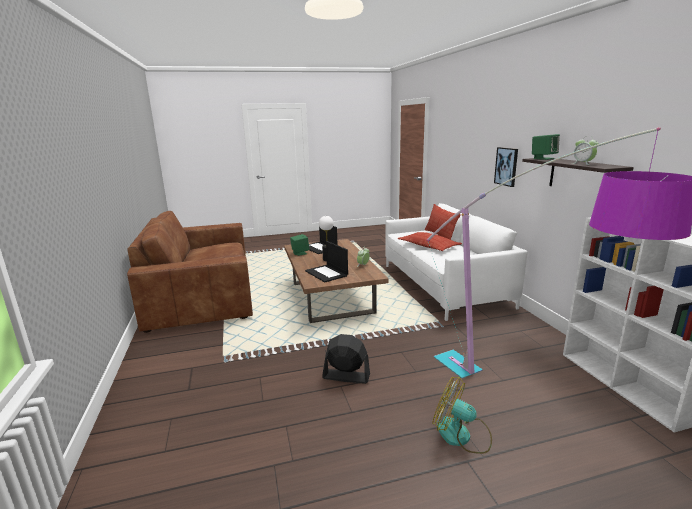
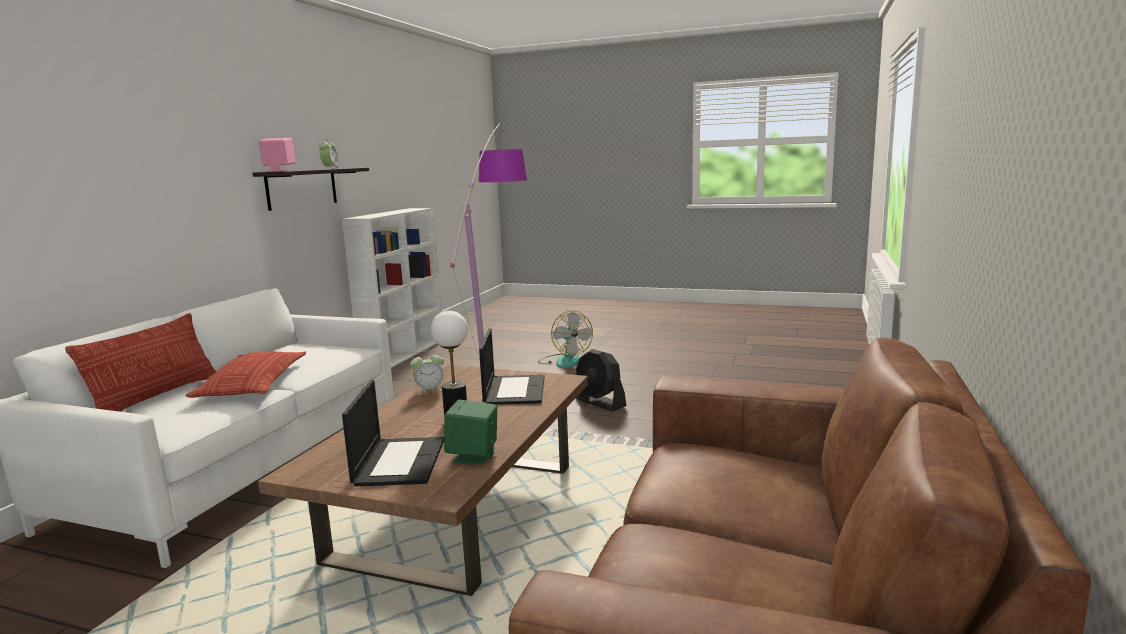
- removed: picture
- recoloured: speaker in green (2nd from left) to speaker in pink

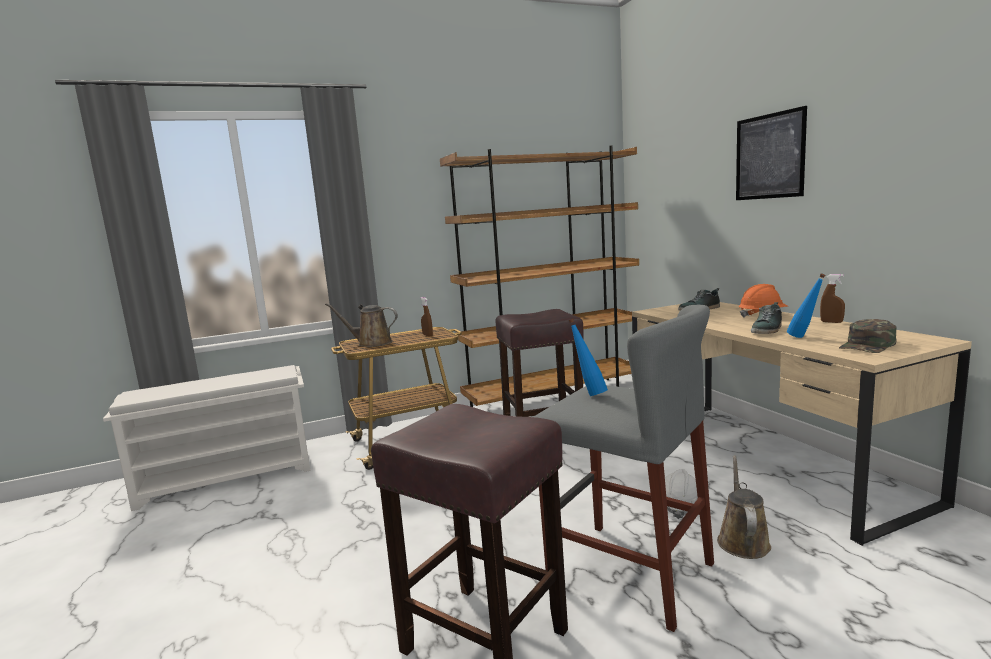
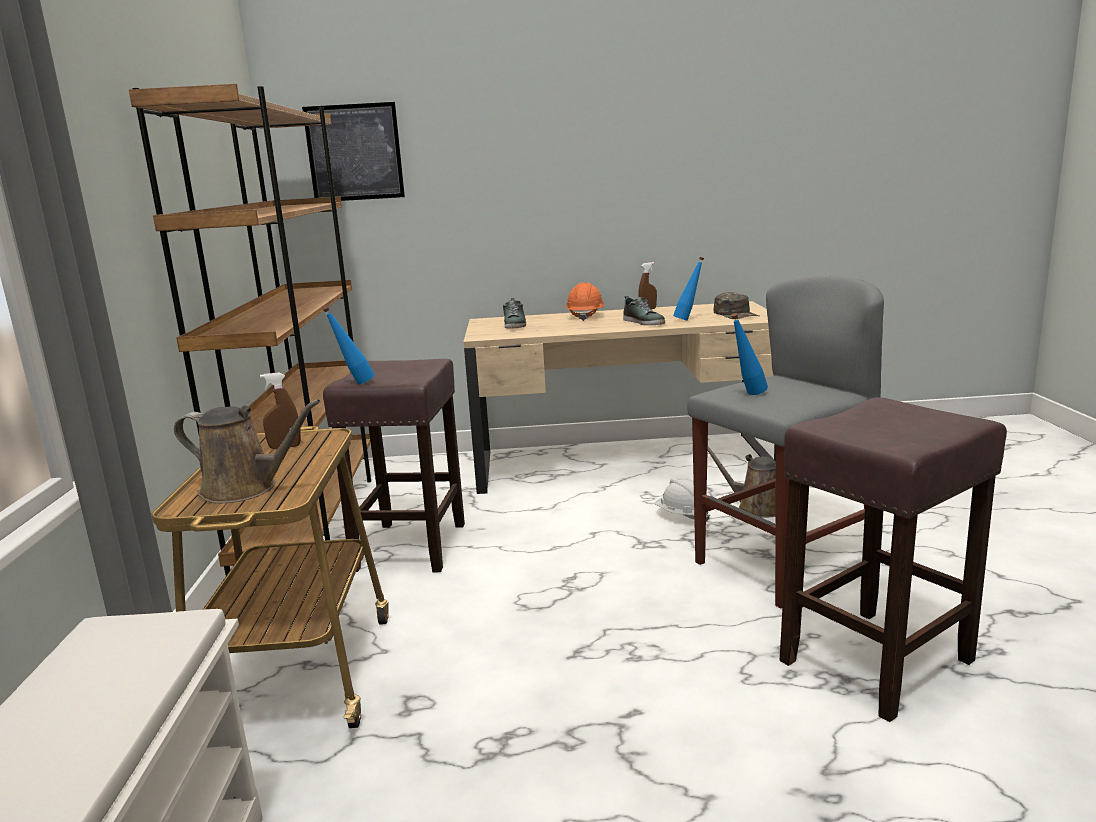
- added: bottle in blue (1st from left)
- moved: picture
- turned: watering can in brown (1st from left) 105 degrees counterclockwise

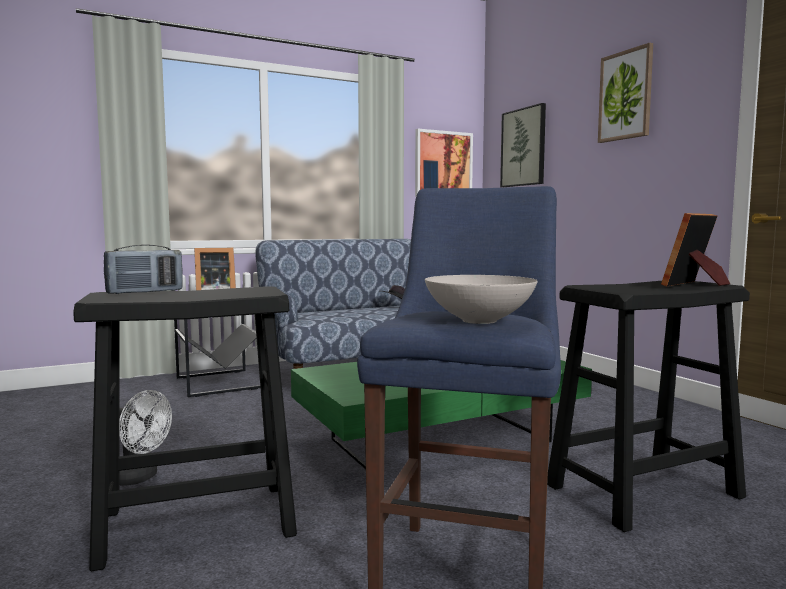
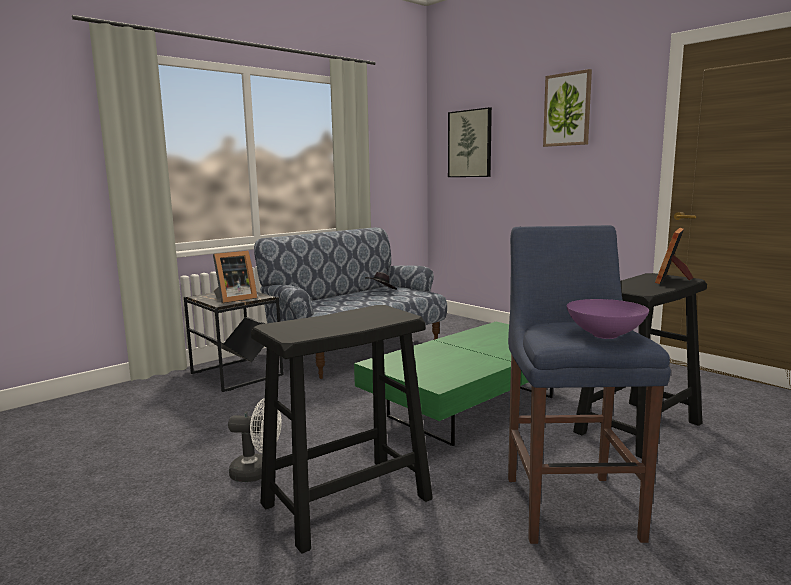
- removed: radio
- removed: picture (1st from left)
- recoloured: bowl in white to bowl in purple

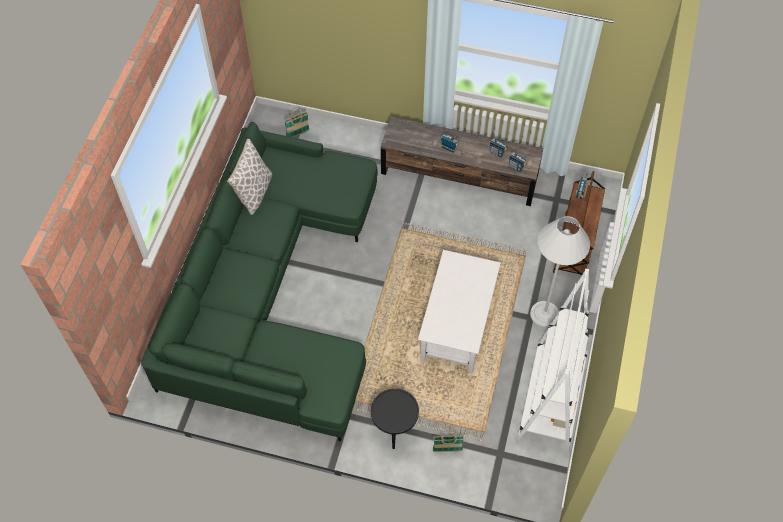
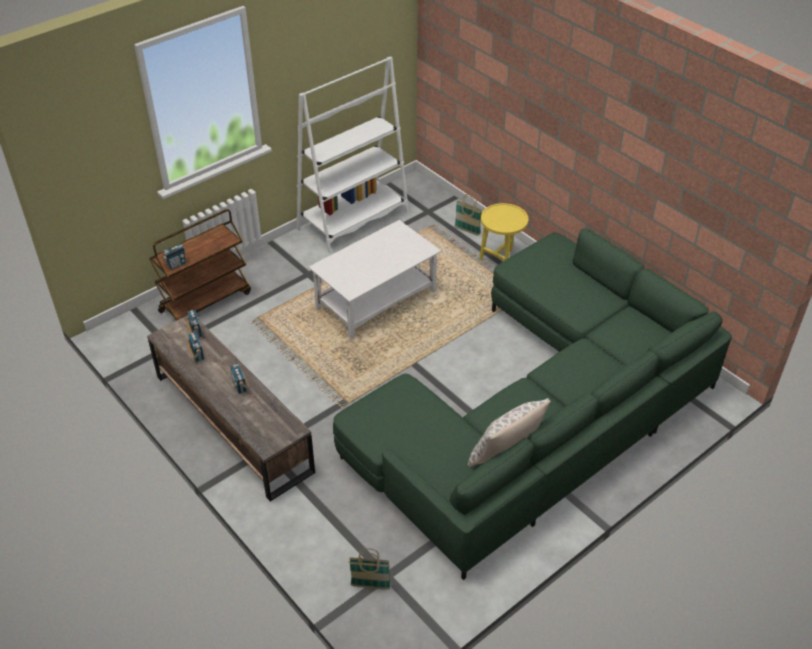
- removed: floor lamp in white
- recoloured: side table in black to side table in yellow

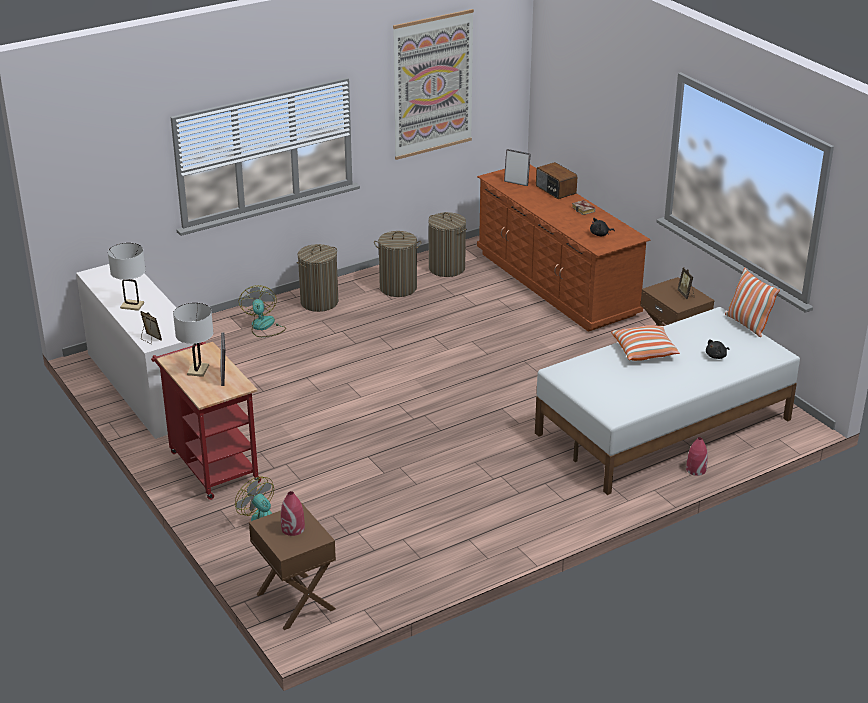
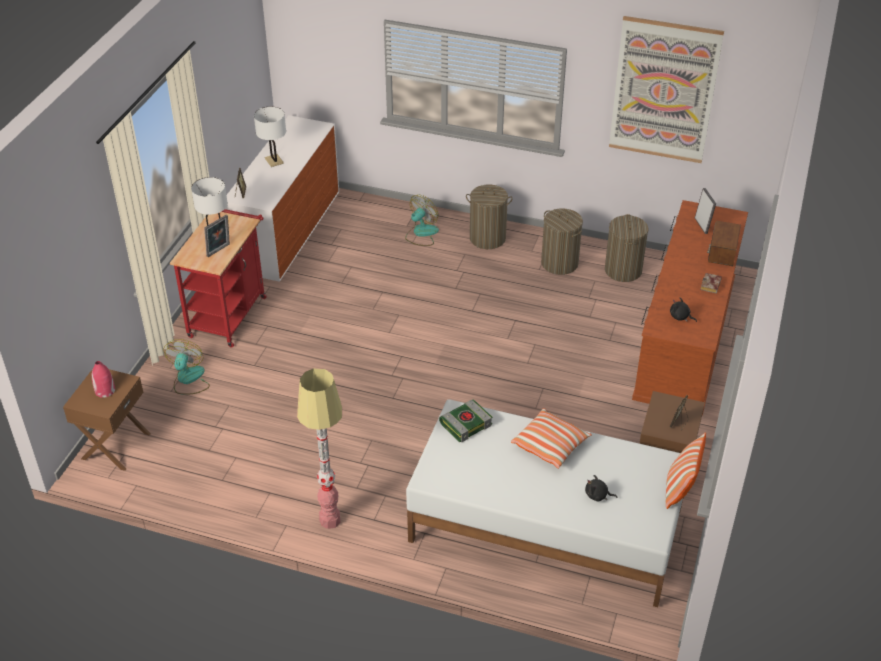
- removed: vase in red (2nd from left)
- added: floor lamp
- added: book (1st from left)

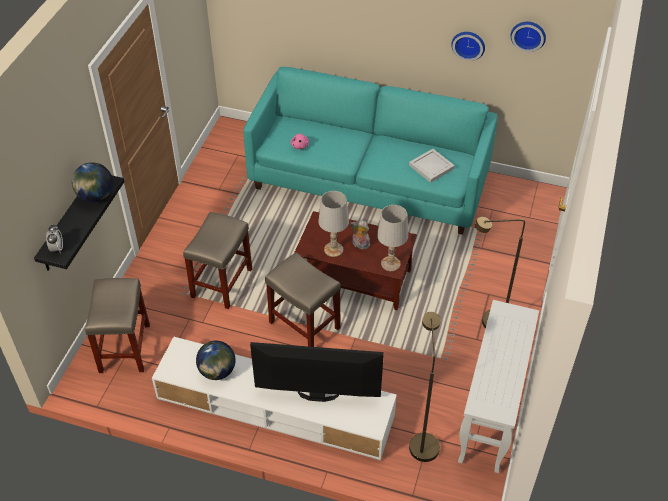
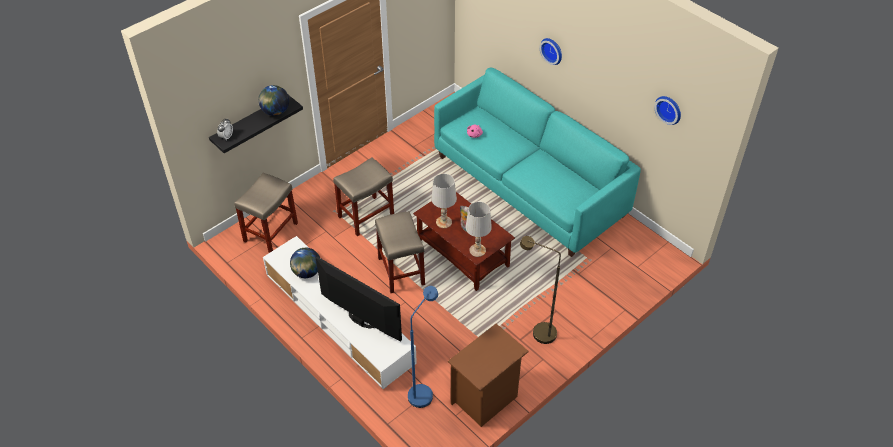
- removed: tray in white
- moved: wall clock (1st from left)
- replaced: console table in white to nightstand in brown
- recoloured: floor lamp in brown (1st from left) to floor lamp in blue

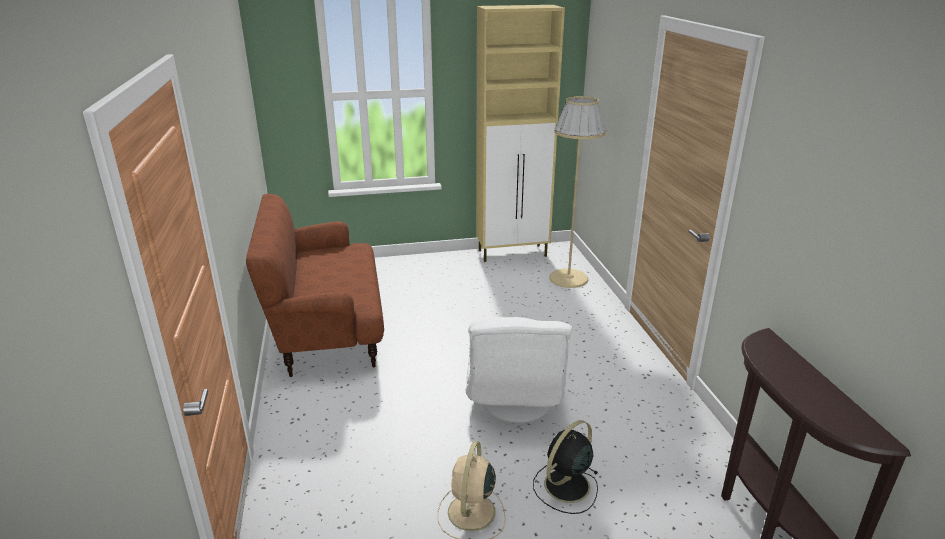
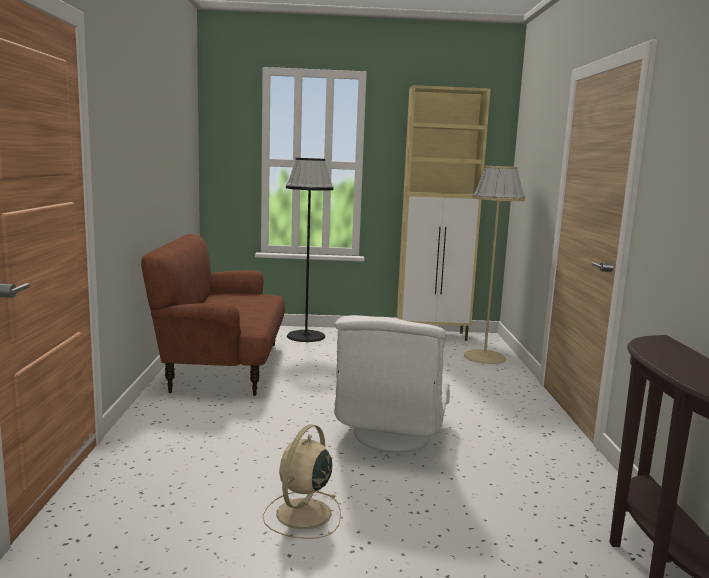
- removed: fan in black
- added: floor lamp in black

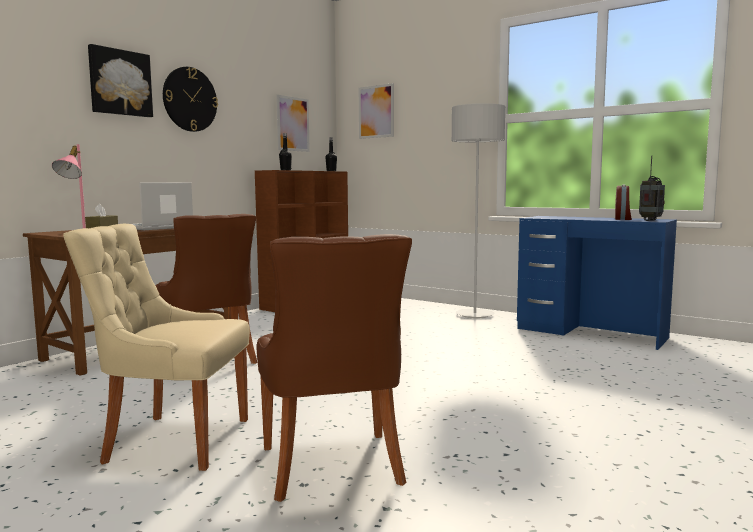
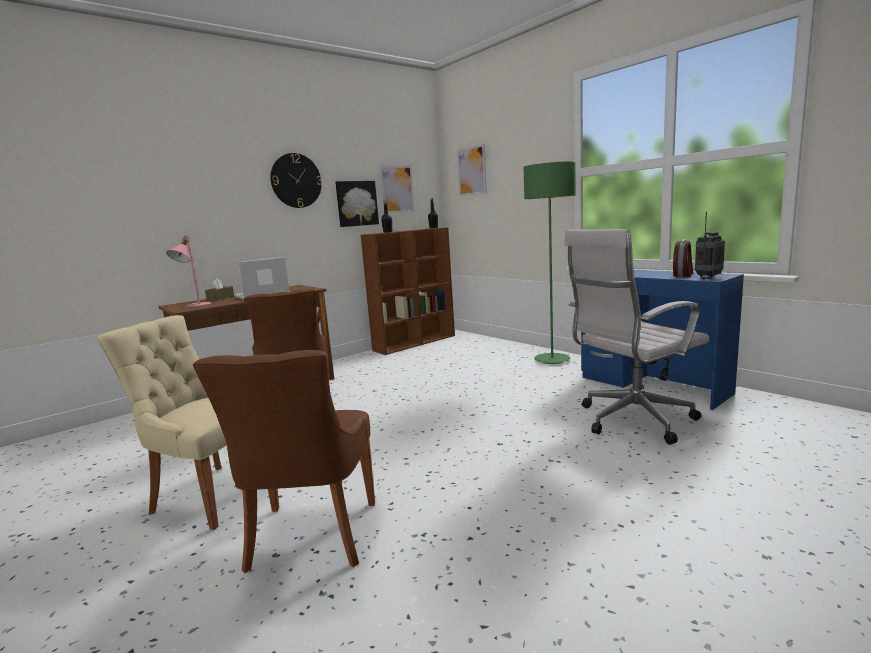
- added: office chair in white
- moved: picture (1st from left)
- recoloured: floor lamp in grey to floor lamp in green

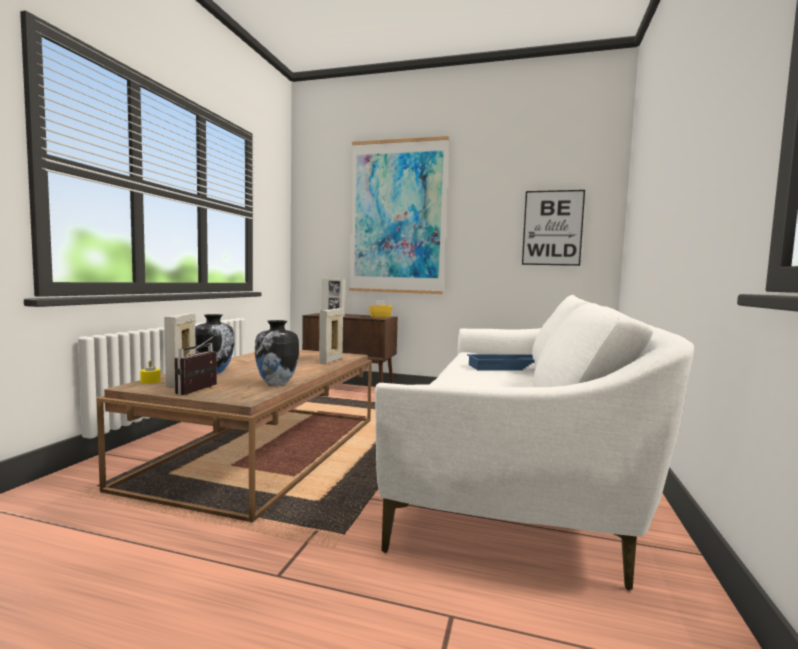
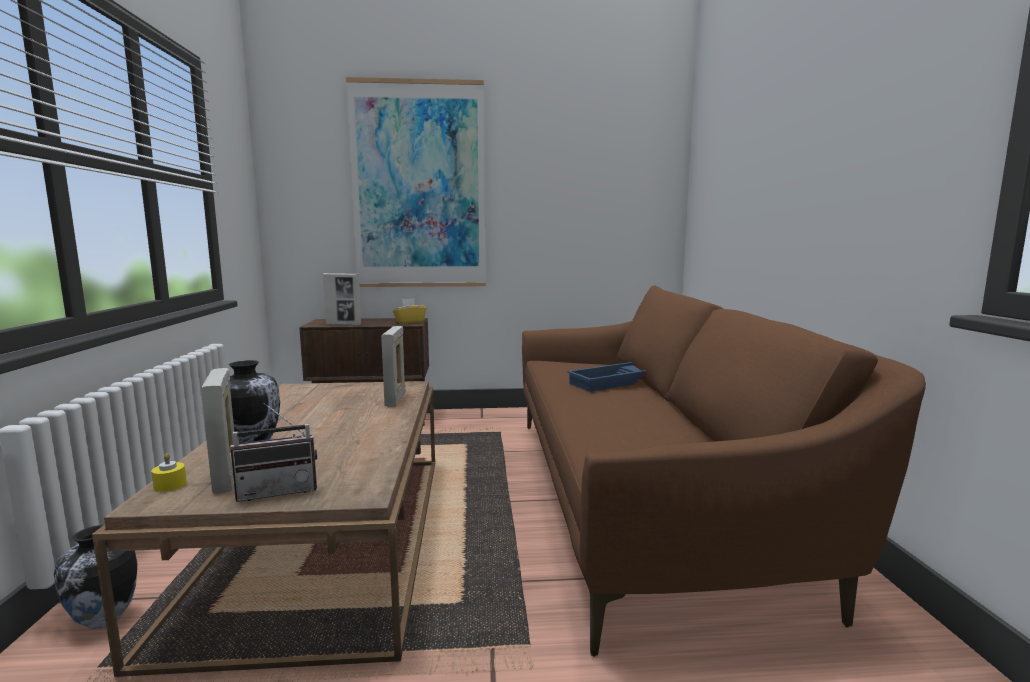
- removed: picture (2nd from left)
- moved: vase (2nd from left in the first image) to vase (1st from left)
- recoloured: sofa in white to sofa in brown
- turned: radio 105 degrees counterclockwise

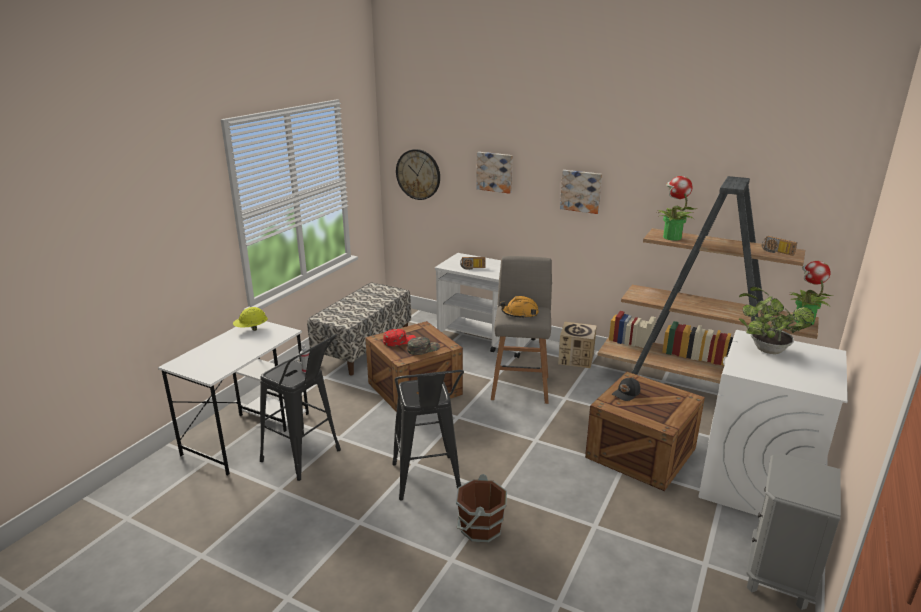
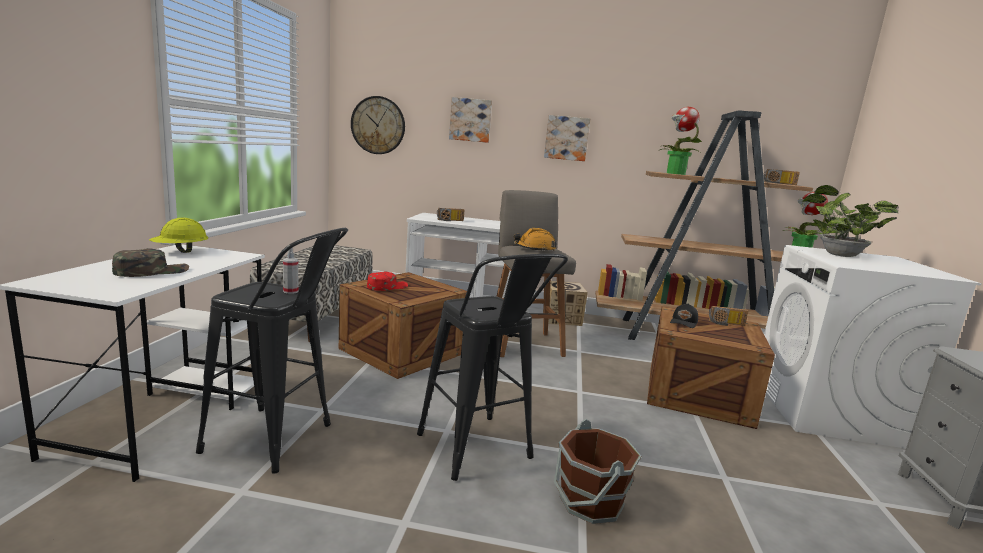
- added: radio (2nd from left)
- moved: cap in green

